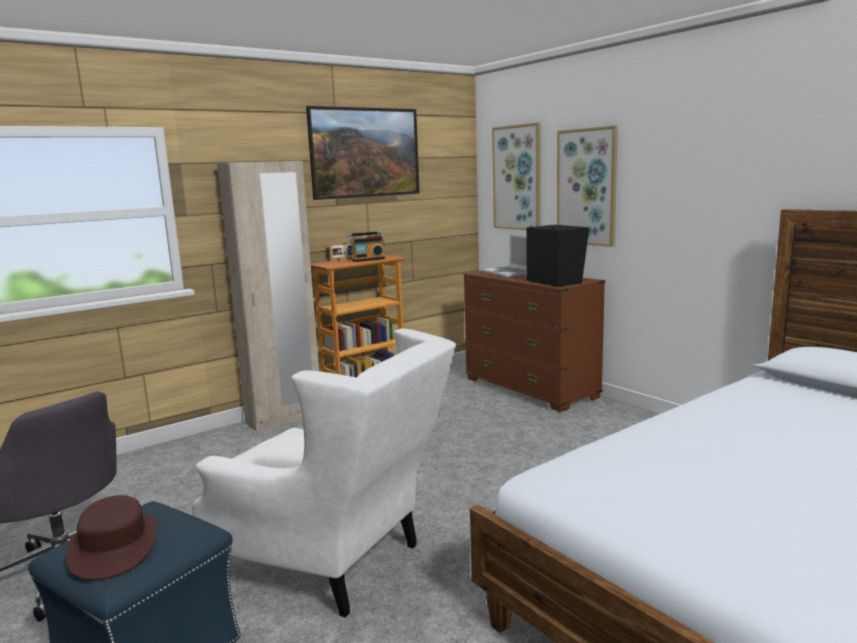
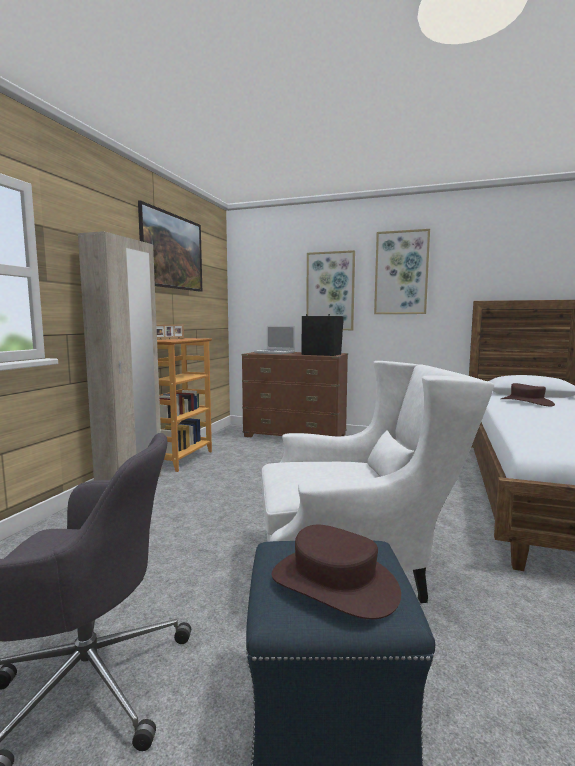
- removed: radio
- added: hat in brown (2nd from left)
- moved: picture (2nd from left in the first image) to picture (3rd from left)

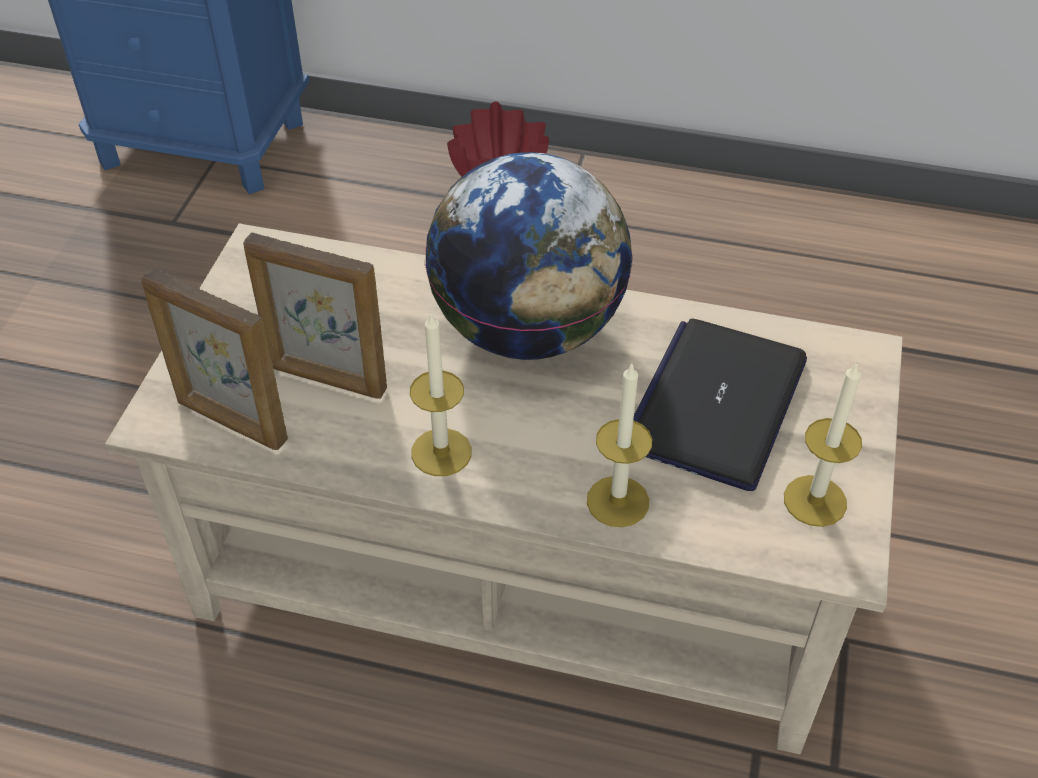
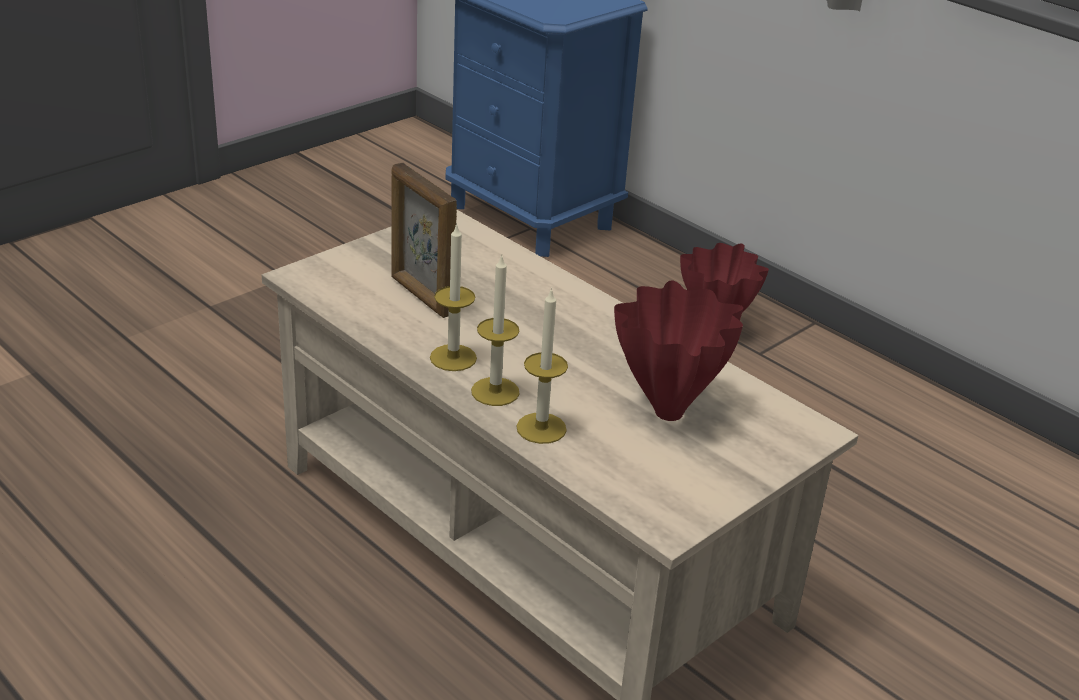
- removed: picture frame (1st from left)
- removed: globe
- moved: candle (3rd from left in the first image) to candle (2nd from left)
- replaced: laptop to vase in red (1st from left)

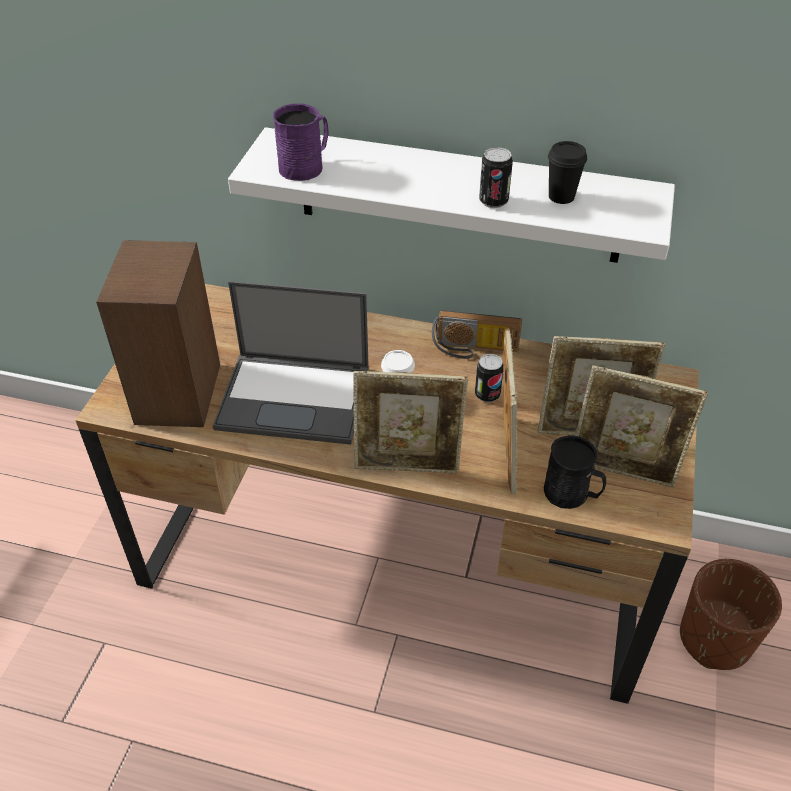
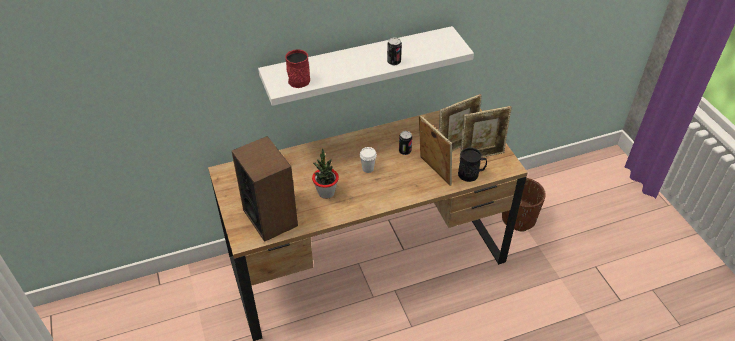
- removed: picture frame (1st from left)
- removed: radio
- removed: cup in black
- replaced: laptop to potted plant
- recoloured: mug in purple to mug in red

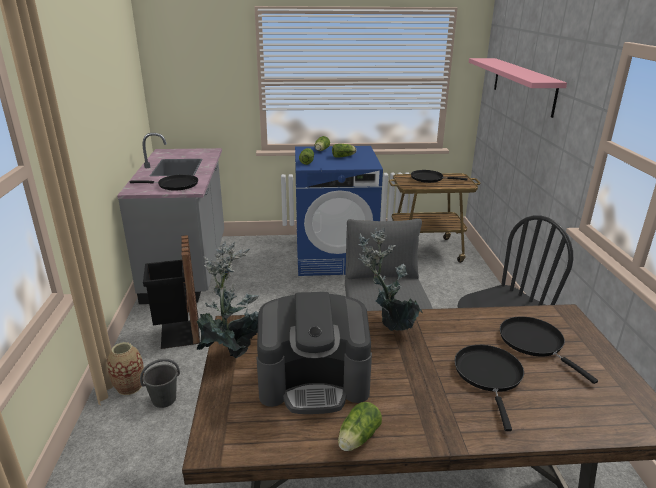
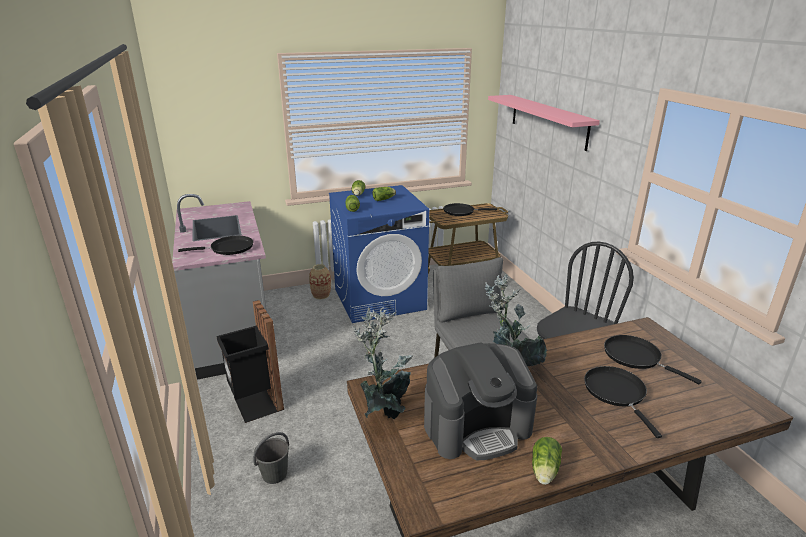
- moved: vase

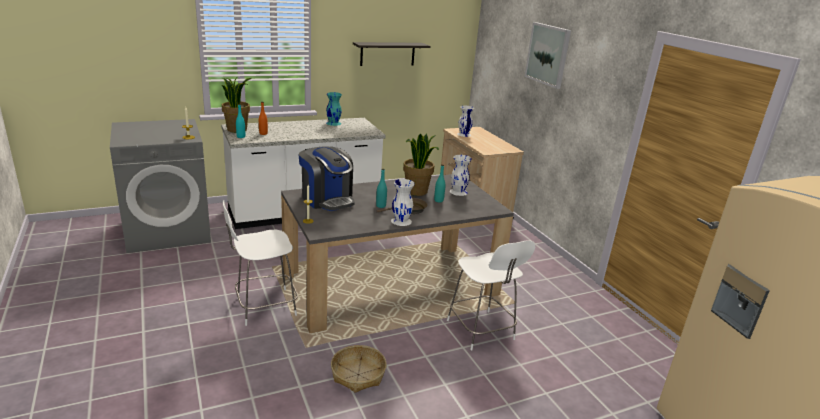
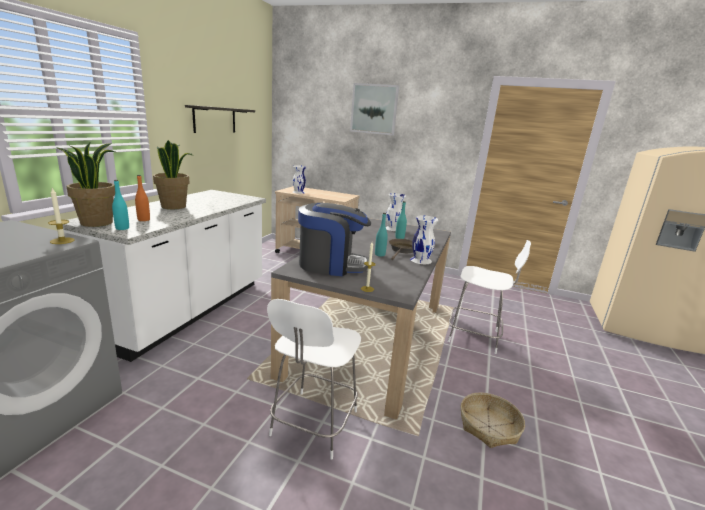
- removed: vase in turquoise
- moved: potted plant (2nd from left)

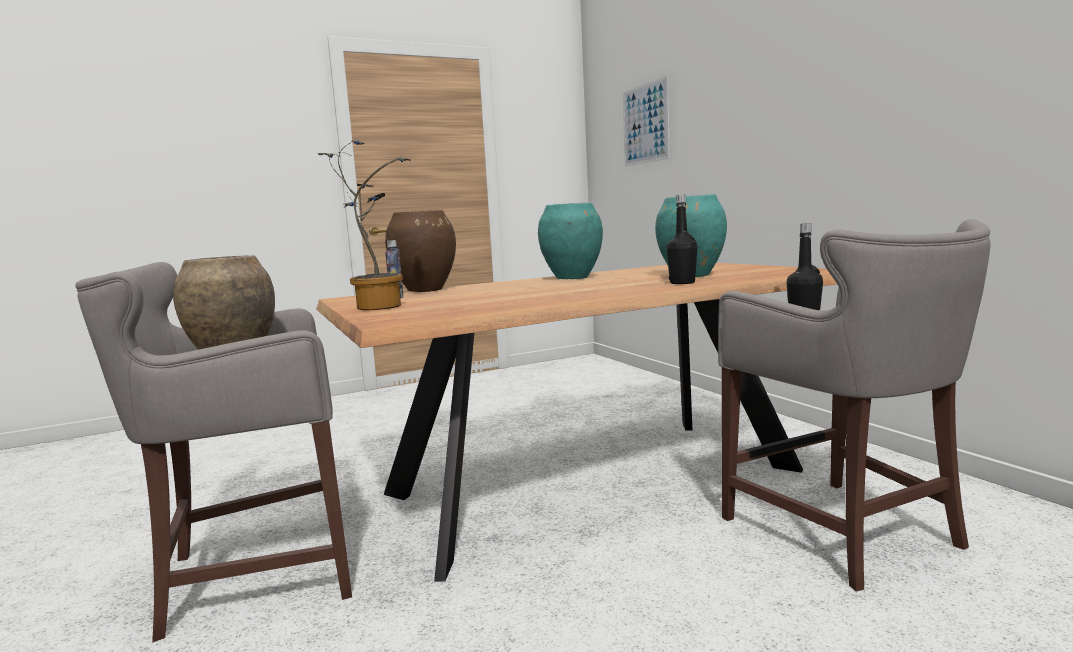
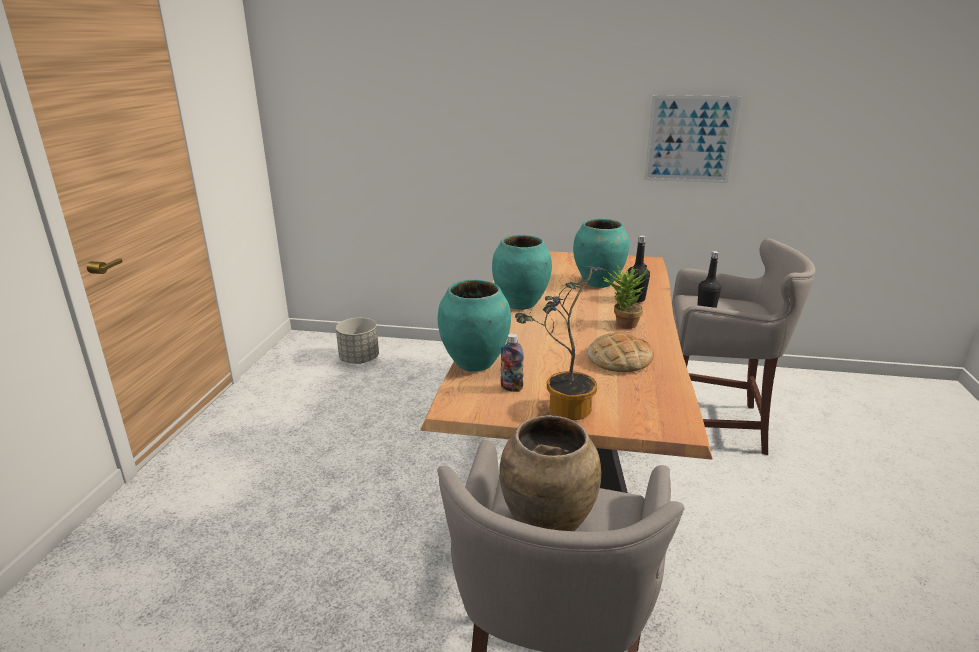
- added: planter in grey
- added: bread
- added: potted plant (2nd from left)
- moved: picture
- recoloured: vase in brown (2nd from left) to vase in turquoise (1st from left)

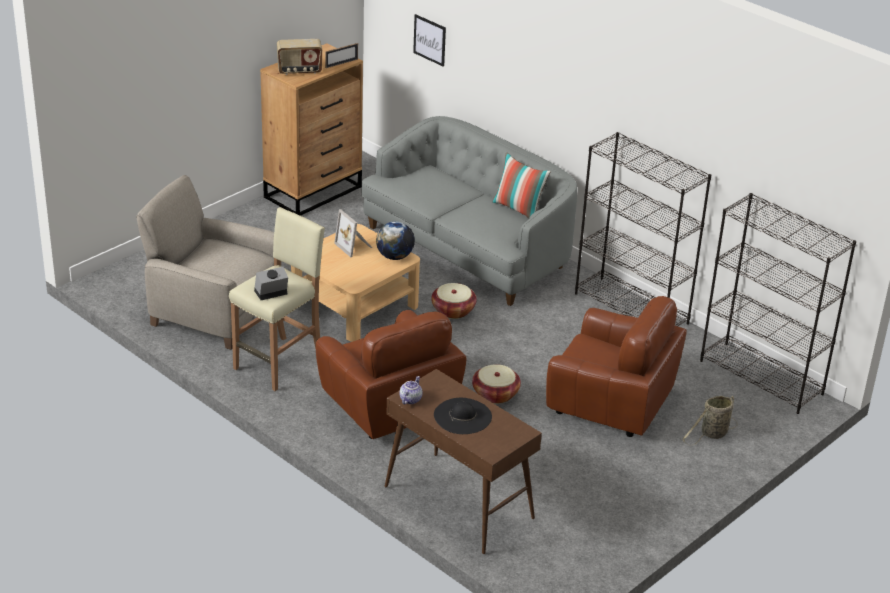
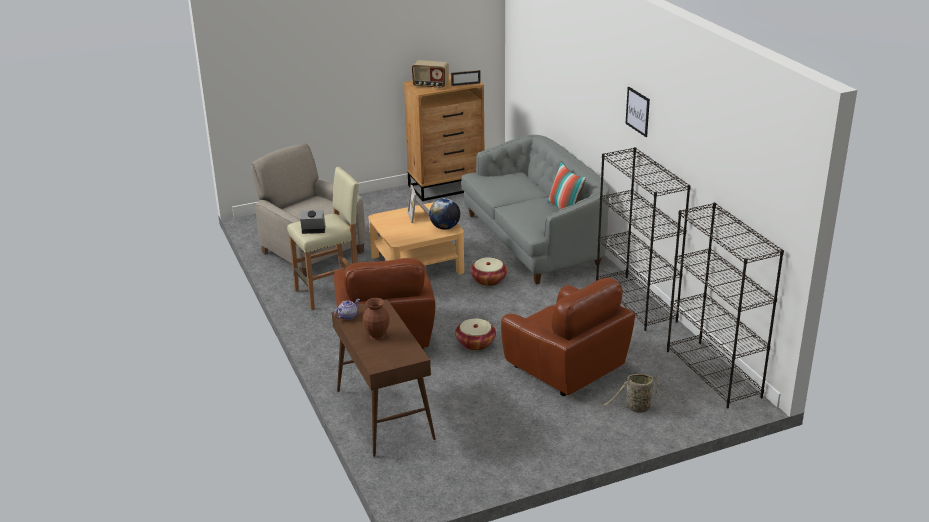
- moved: picture
- replaced: hat in black to vase in brown

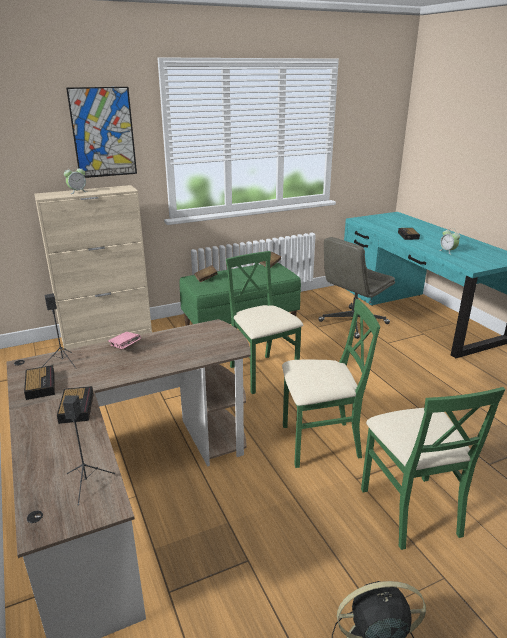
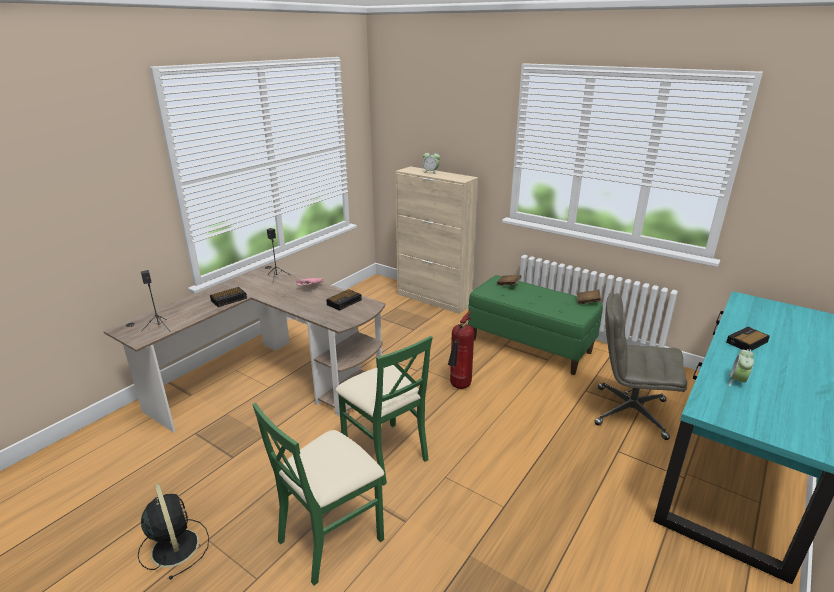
- removed: picture
- moved: alarm clock (1st from left in the first image) to alarm clock (2nd from left)
- replaced: chair in green (1st from left) to fire extinguisher

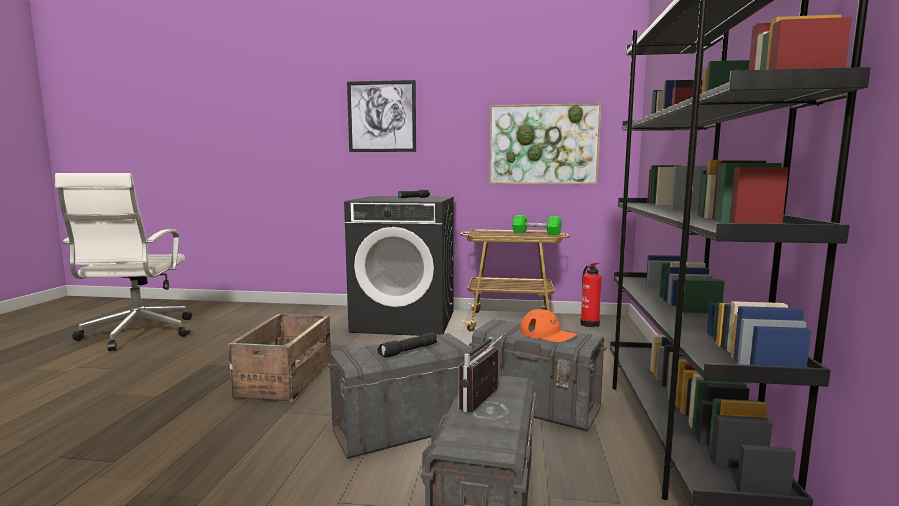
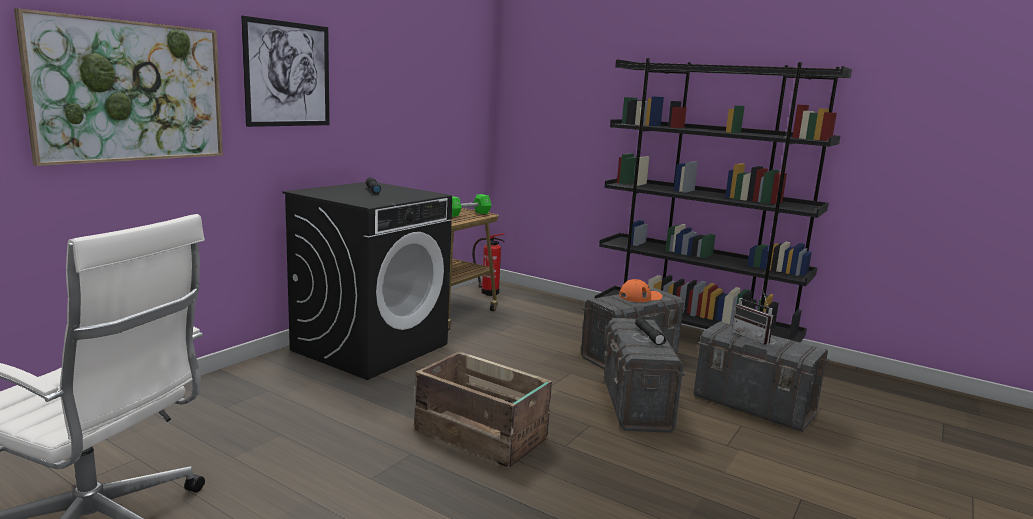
- moved: picture (2nd from left in the first image) to picture (1st from left)

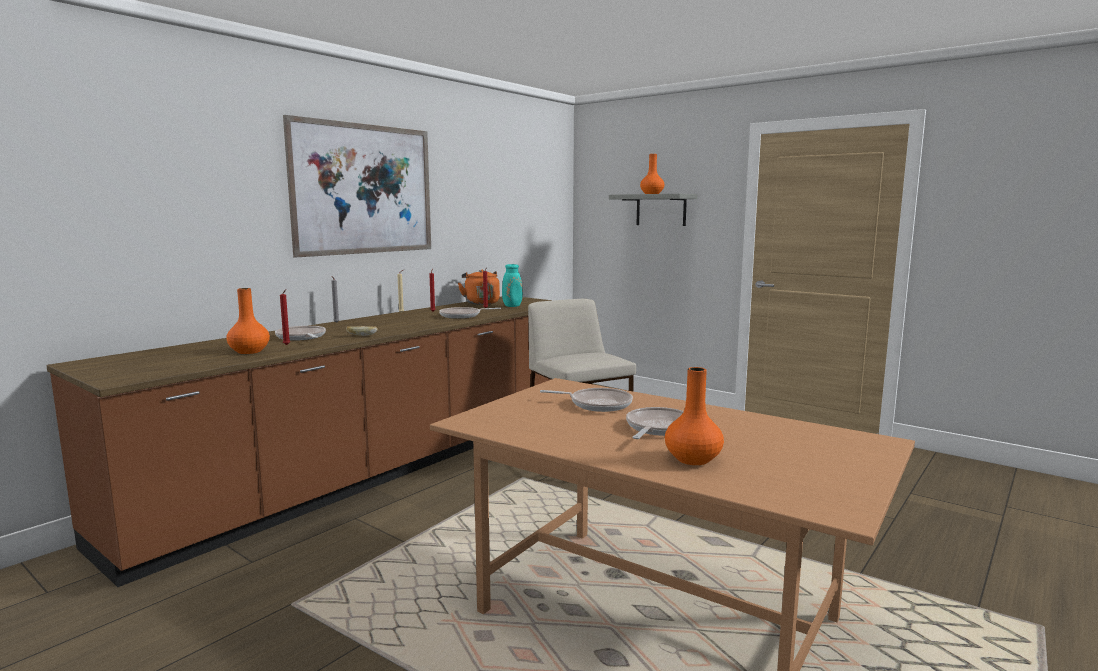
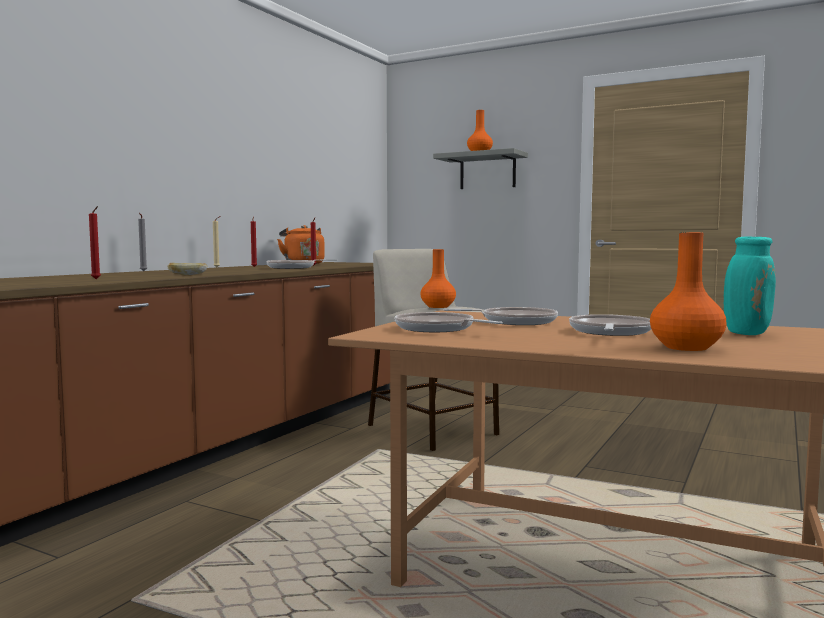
- removed: picture
- moved: vase in orange (1st from left)
- moved: frying pan (1st from left in the first image) to frying pan (2nd from left)
- moved: vase in turquoise

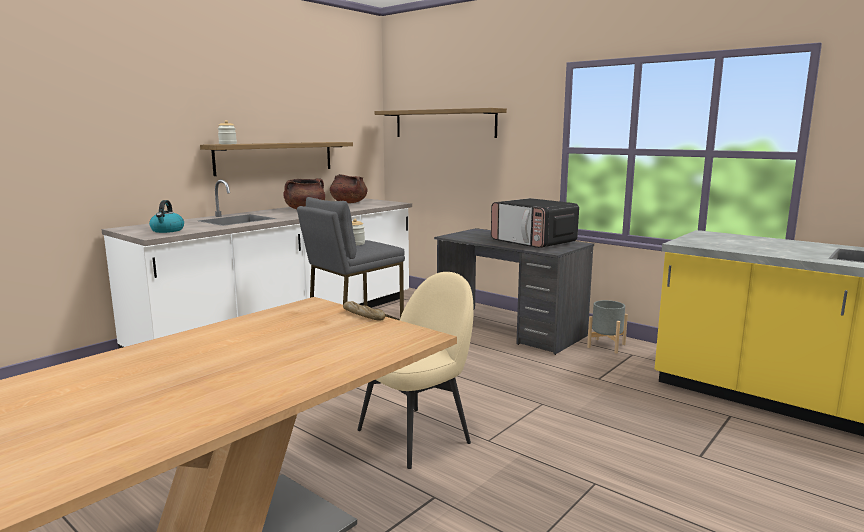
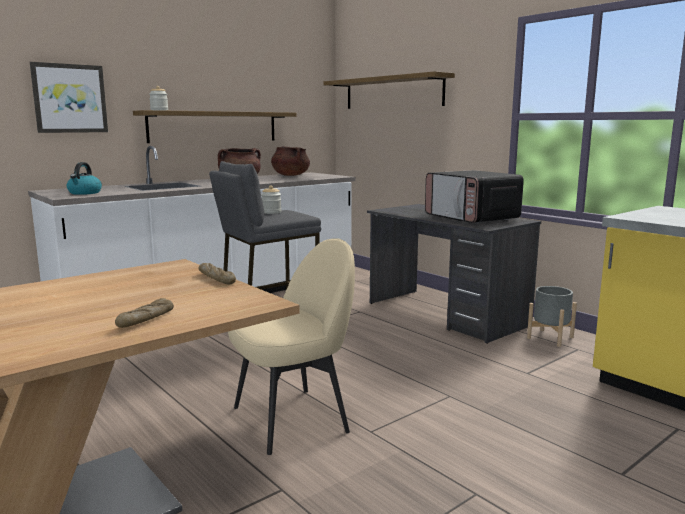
- added: picture
- added: bread (1st from left)

